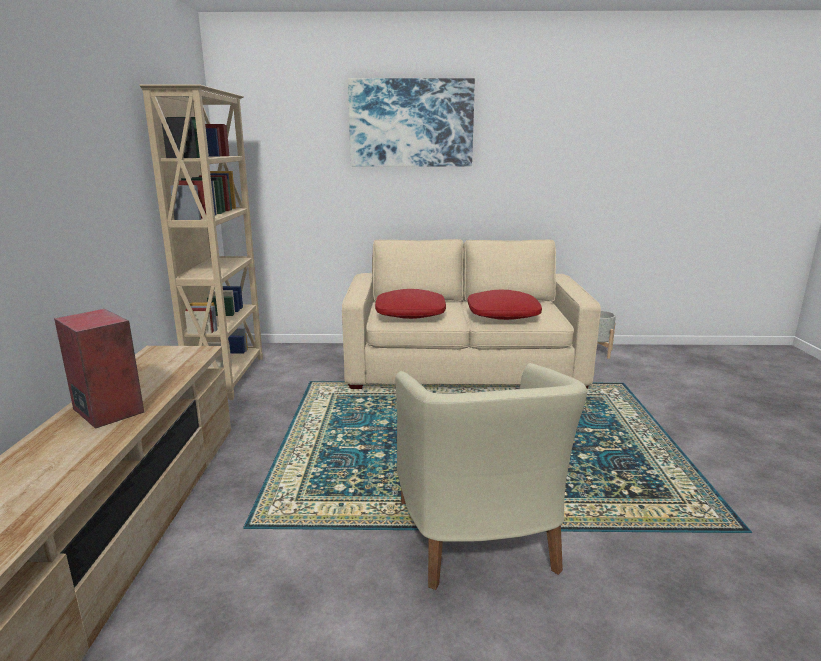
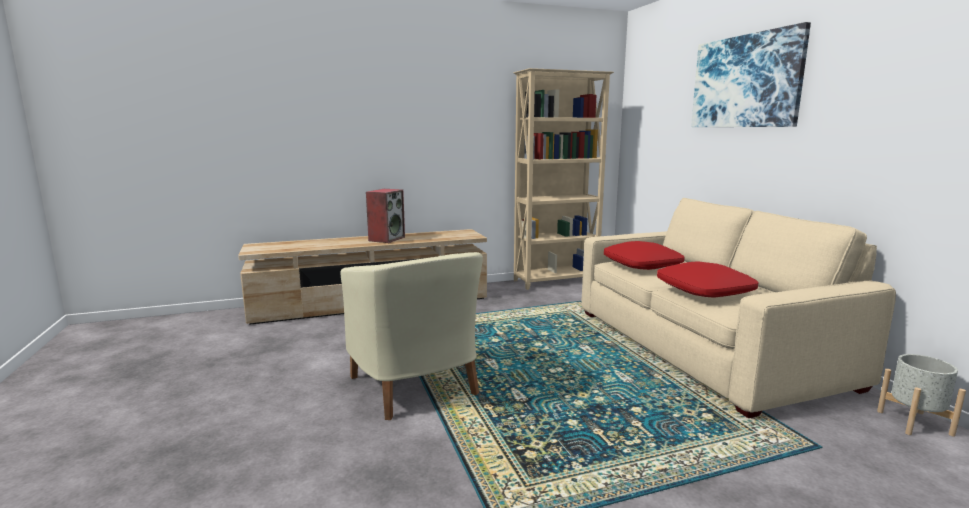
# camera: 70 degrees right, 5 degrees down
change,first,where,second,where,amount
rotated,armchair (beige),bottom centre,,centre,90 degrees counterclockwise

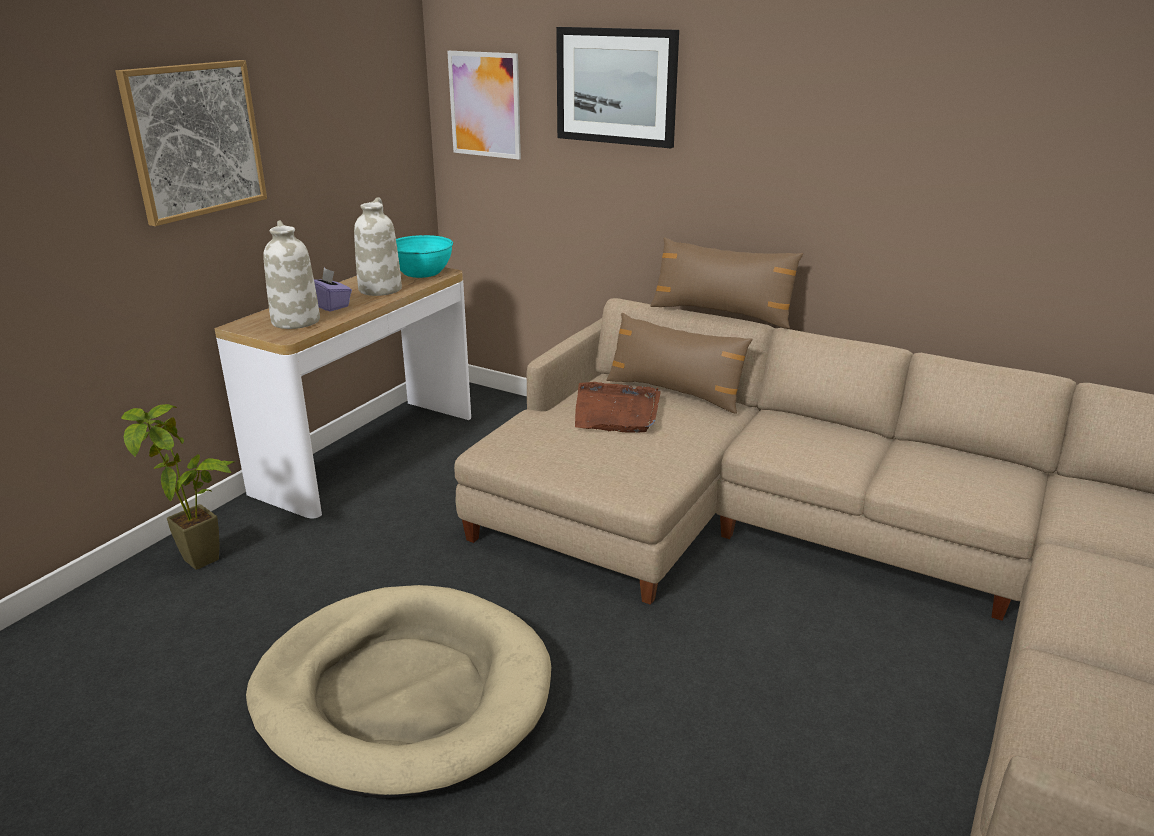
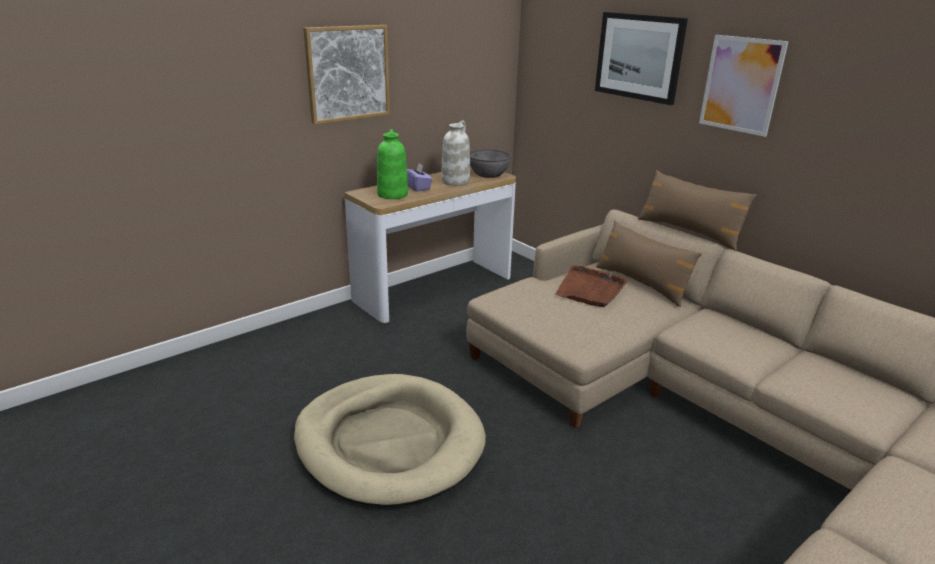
# camera: 20 degrees right, 0 degrees up
change,first,where,second,where,amount
gone,potted plant,middle left,,,
shifted,picture (no. 2 from left in the first image),top centre,picture (no. 3 from left),top right,
repainted,vase (white) (no. 1 from left),top left,vase (green),top centre,
repainted,bowl (turquoise),top centre,bowl (grey),top centre,

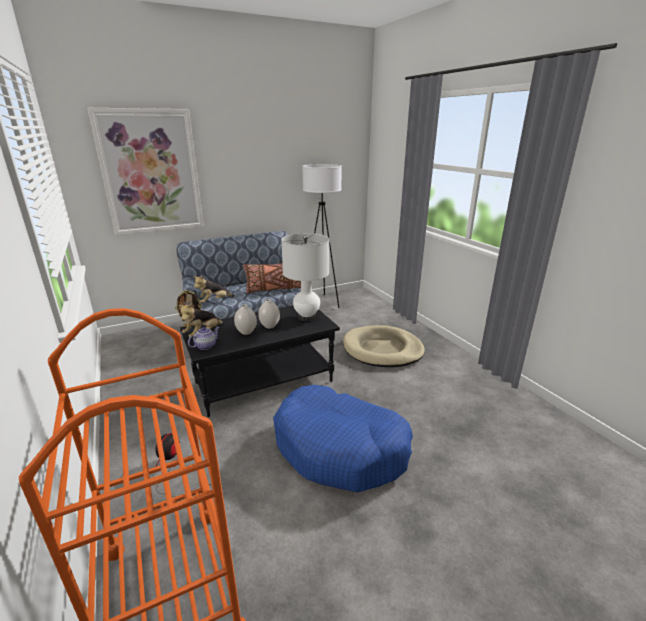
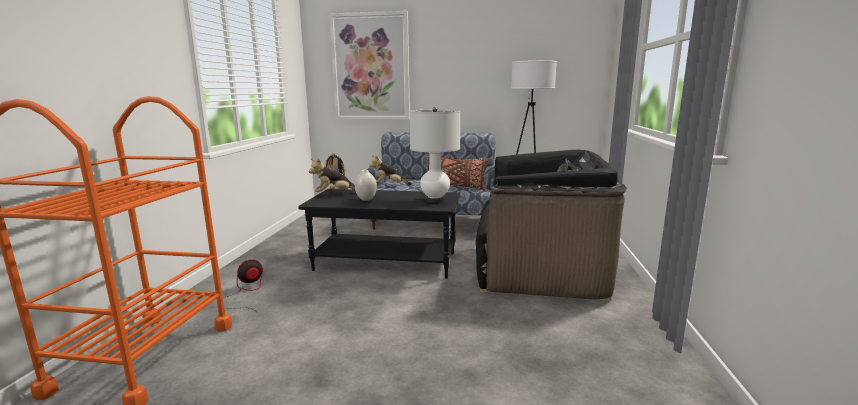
# camera: 35 degrees right, 10 degrees down
change,first,where,second,where,amount
gone,teapot,middle left,,,
gone,vase (white) (no. 2 from left),centre,,,
gone,dog bed (blue),bottom centre,,,
swapped,dog bed (beige),centre,armchair (black),centre,

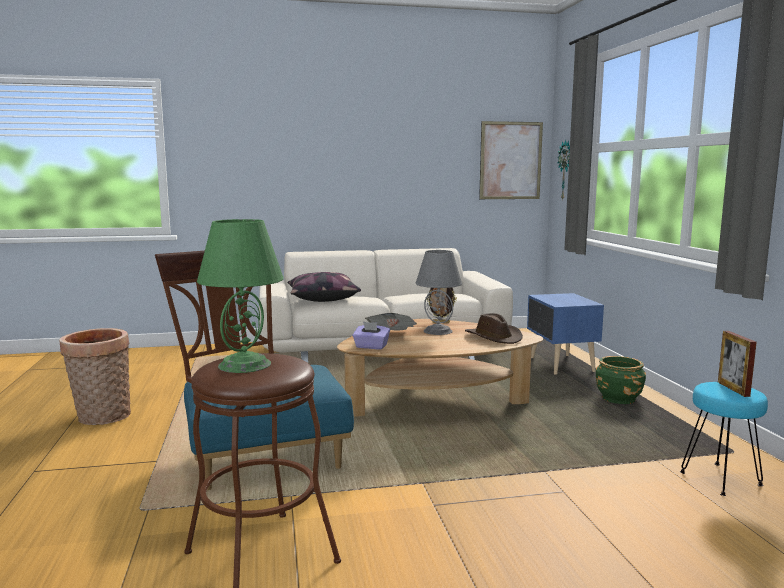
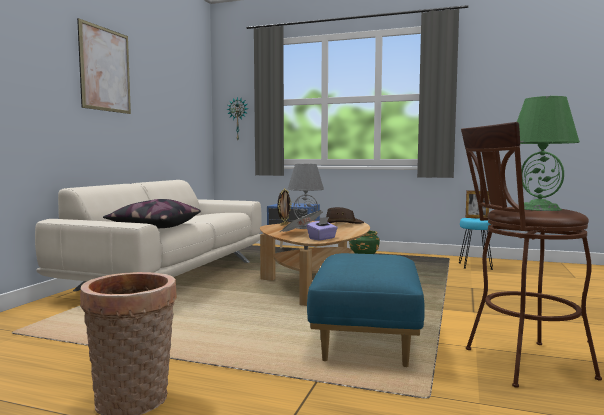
# camera: 60 degrees left, 5 degrees down
change,first,where,second,where,amount
shifted,picture,top centre,,top left,

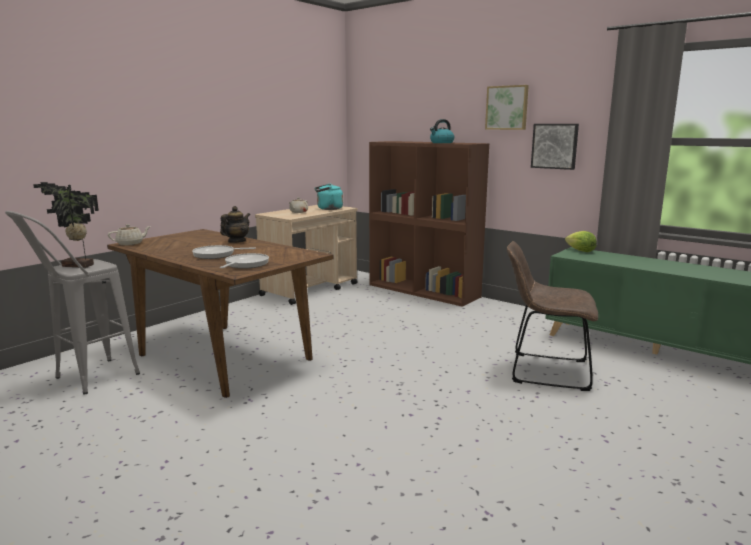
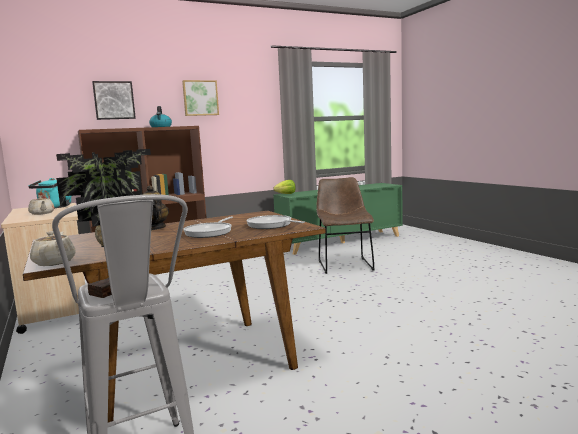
# camera: 65 degrees left, 5 degrees down
change,first,where,second,where,amount
shifted,picture (no. 2 from left in the first image),top right,picture (no. 1 from left),top left,
rotated,chair (brown),middle right,,centre,135 degrees clockwise

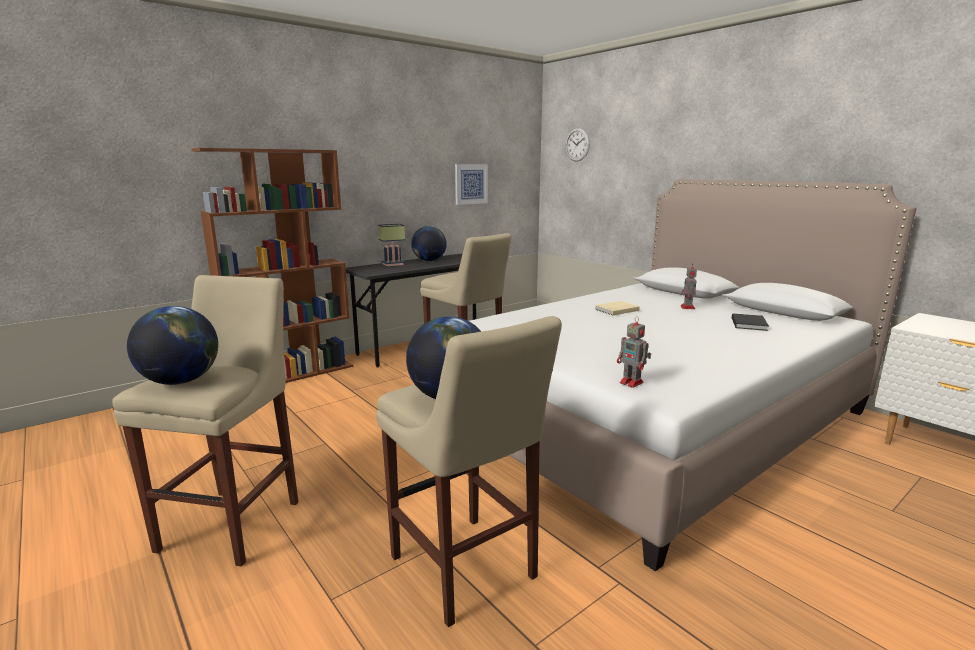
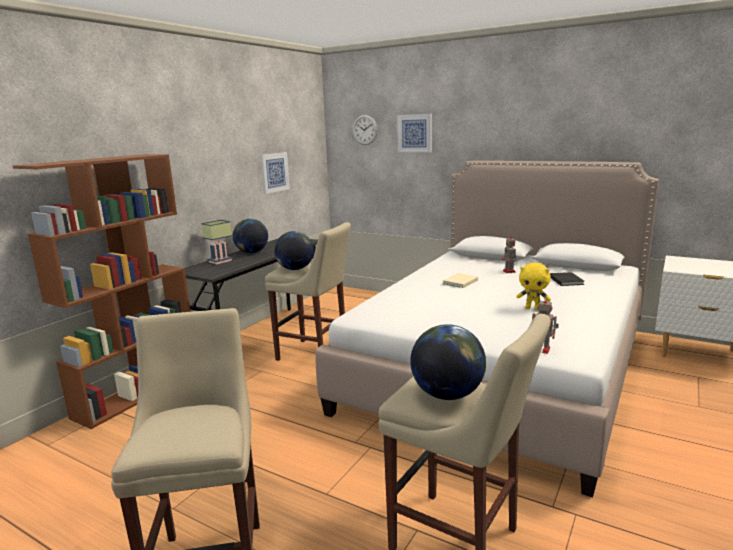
# camera: 20 degrees left, 0 degrees up
change,first,where,second,where,amount
new,,,picture (no. 2 from left),top centre,
new,,,plush toy (yellow),middle right,
shifted,globe (no. 1 from left in the first image),middle left,globe (no. 2 from left),centre,

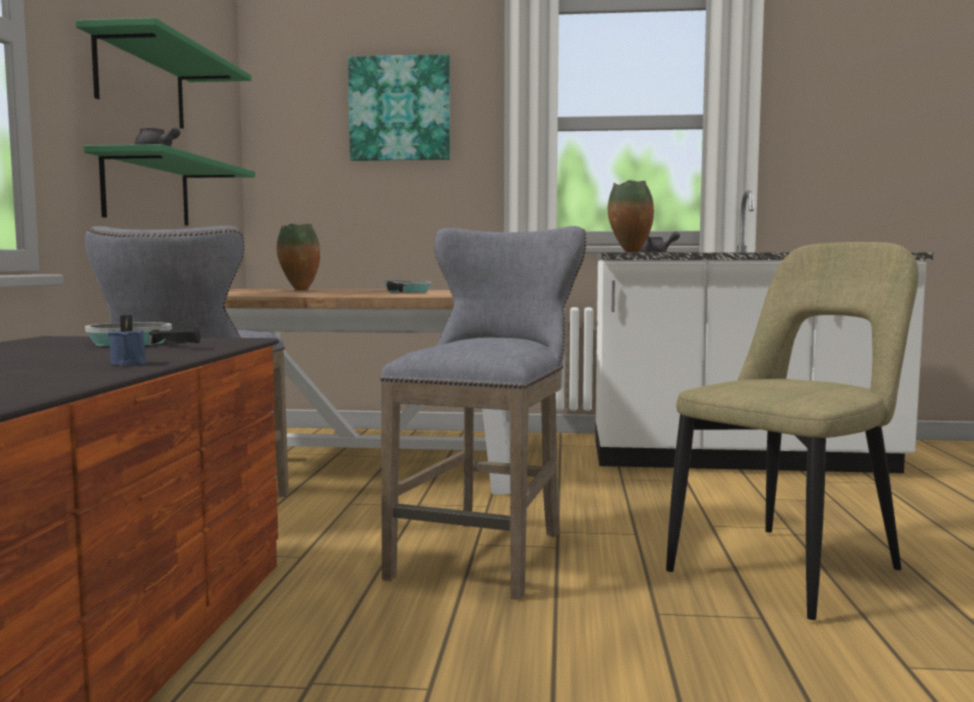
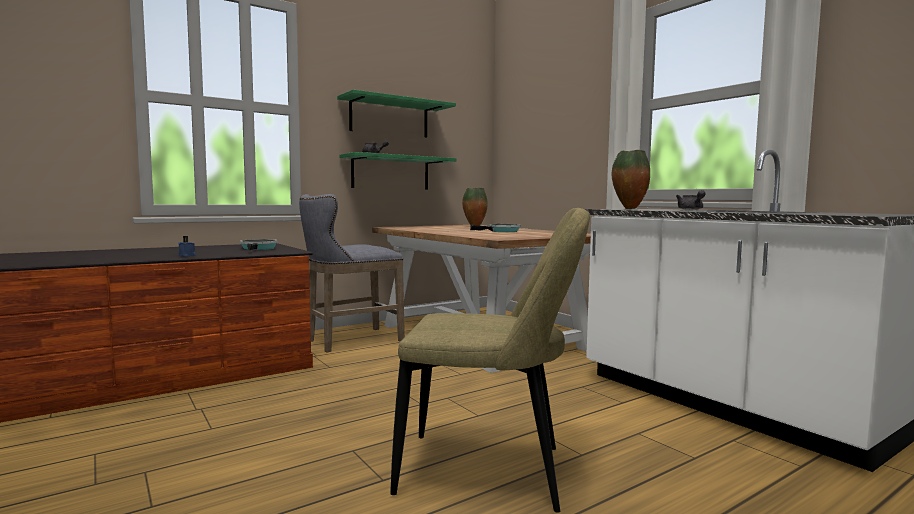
# camera: 50 degrees right, 0 degrees up
change,first,where,second,where,amount
gone,picture,top centre,,,
gone,stool (grey) (no. 2 from left),centre,,,

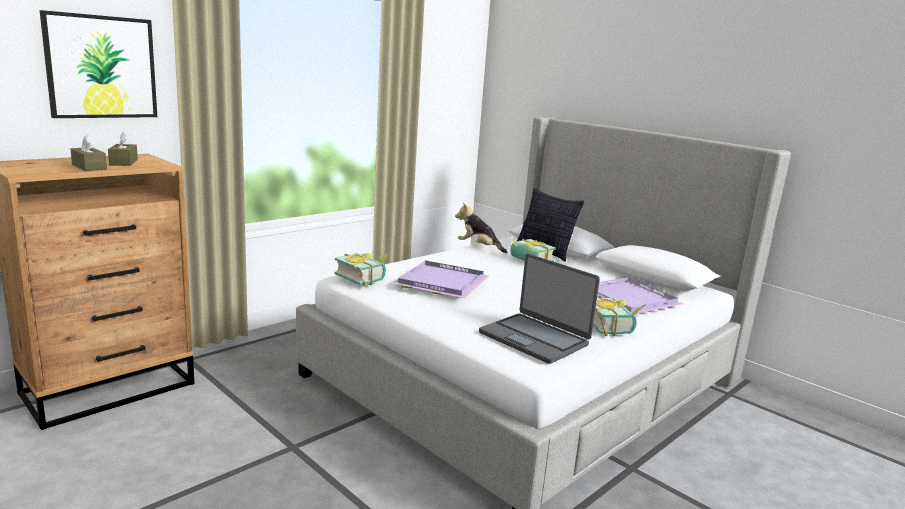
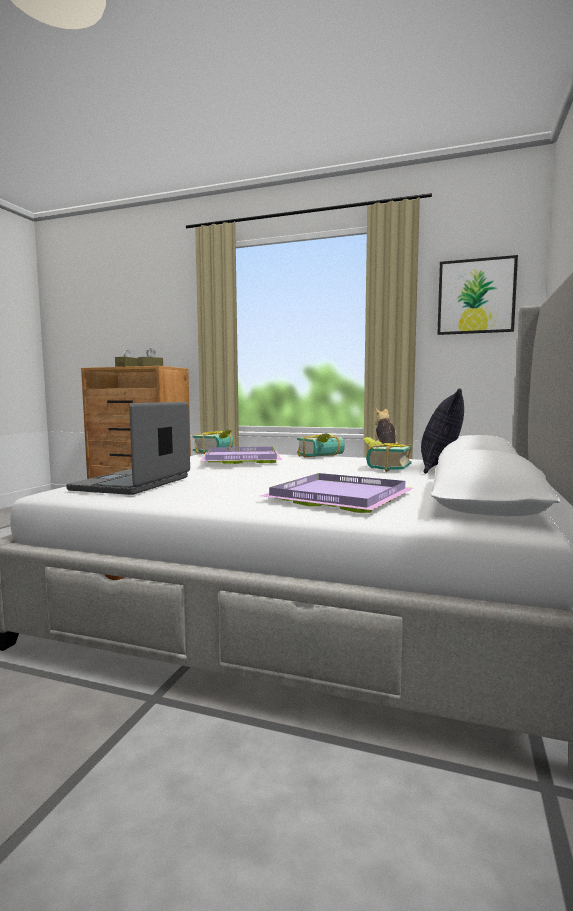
# camera: 65 degrees right, 10 degrees down
change,first,where,second,where,amount
shifted,picture,top left,,top right,
shifted,book (no. 3 from left in the first image),middle right,book (no. 2 from left),centre,

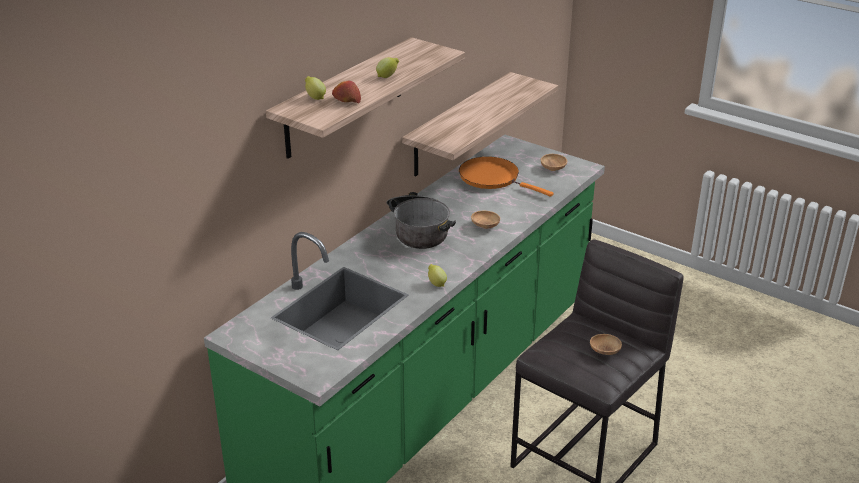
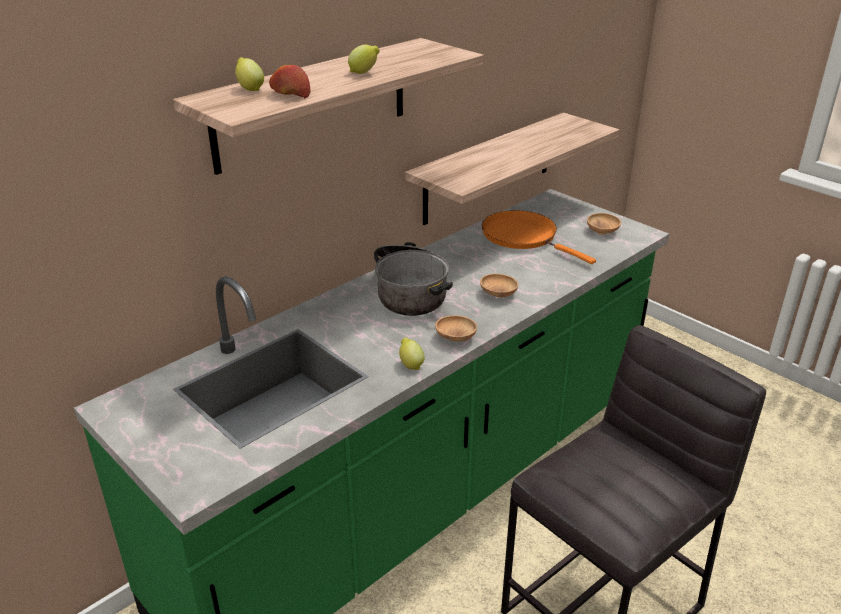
# camera: 10 degrees right, 0 degrees up
change,first,where,second,where,amount
shifted,bowl (brown) (no. 3 from left in the first image),bottom right,bowl (brown) (no. 1 from left),centre,

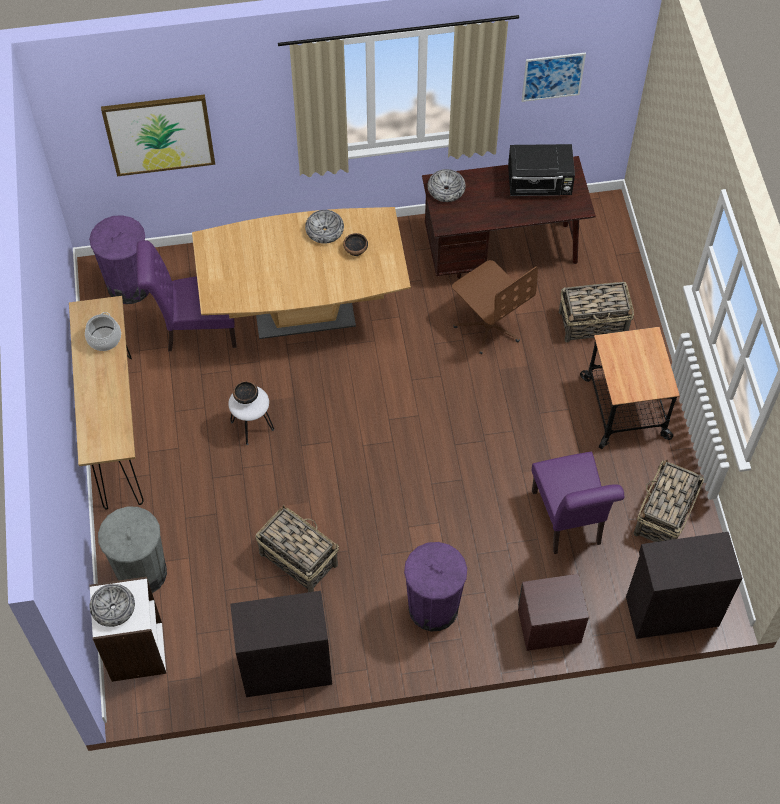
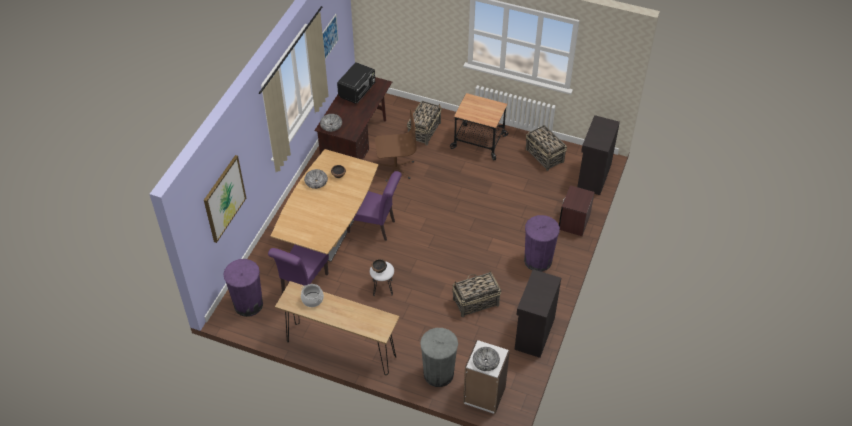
# camera: 60 degrees left, 10 degrees down
change,first,where,second,where,amount
shifted,chair (purple) (no. 2 from left),middle right,,centre,

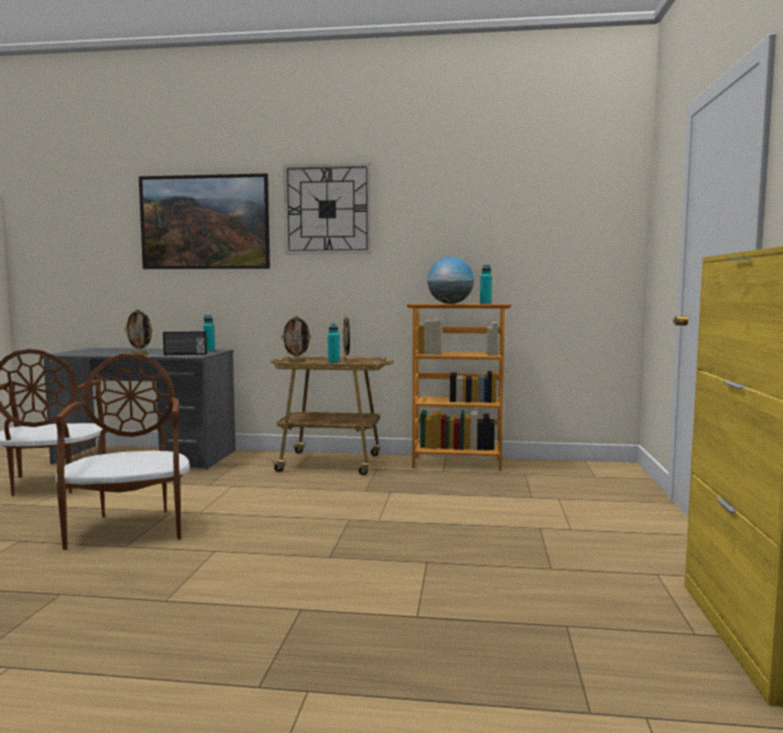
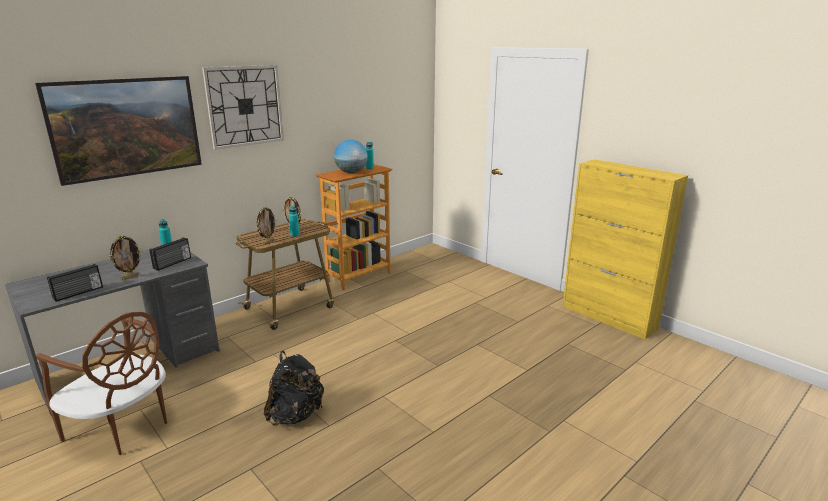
# camera: 50 degrees left, 15 degrees up
change,first,where,second,where,amount
new,,,radio (no. 1 from left),middle left,
swapped,chair (brown) (no. 2 from left),middle left,backpack (black),bottom centre,

